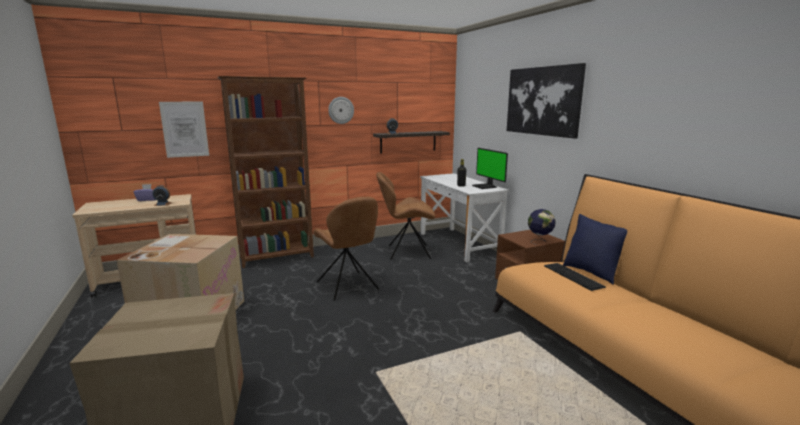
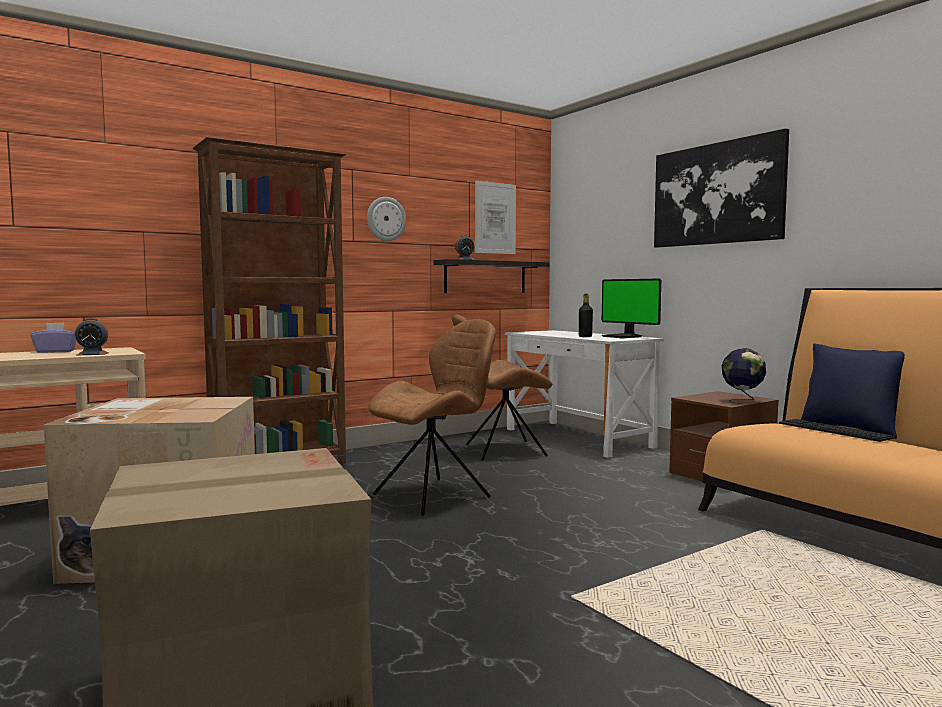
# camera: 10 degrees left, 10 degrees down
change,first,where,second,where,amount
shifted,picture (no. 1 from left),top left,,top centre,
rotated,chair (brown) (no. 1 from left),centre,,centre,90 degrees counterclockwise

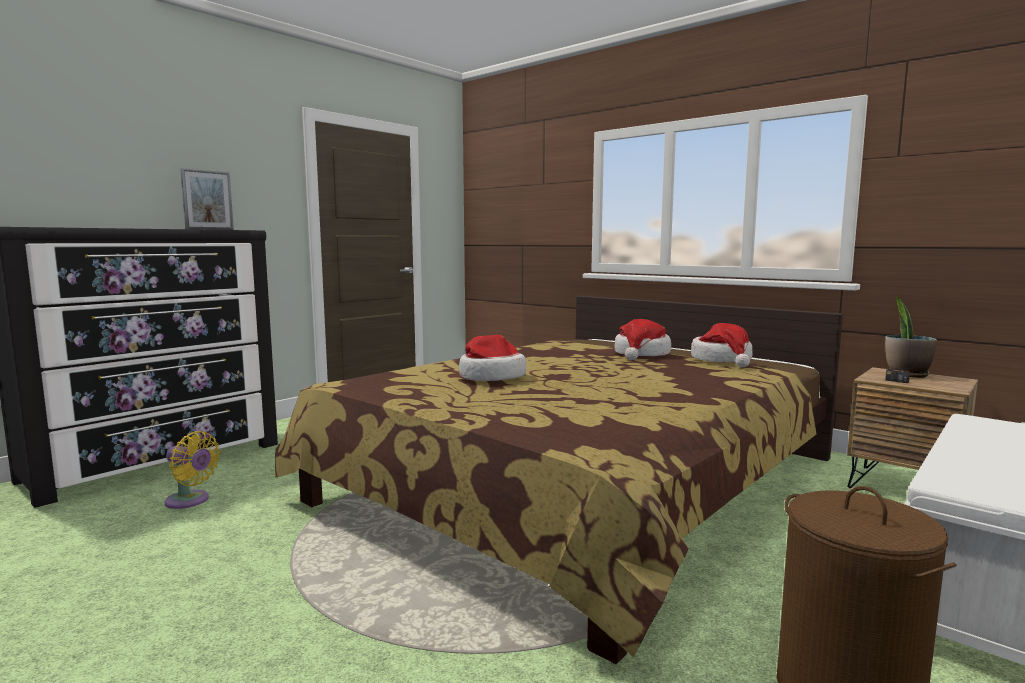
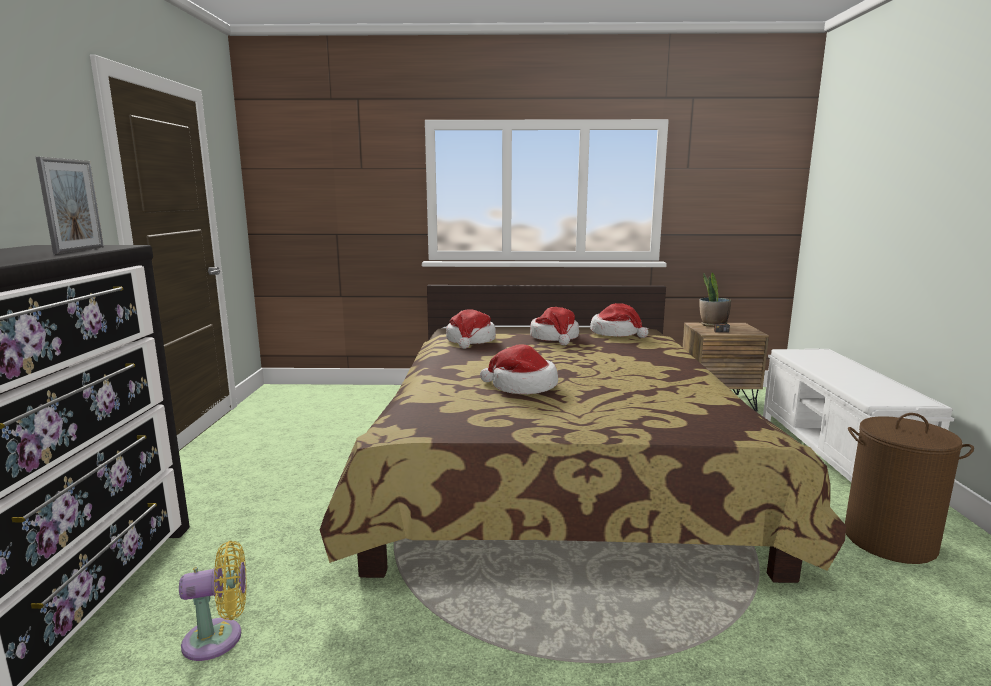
# camera: 40 degrees left, 5 degrees up
change,first,where,second,where,amount
new,,,hat (no. 1 from left),centre,

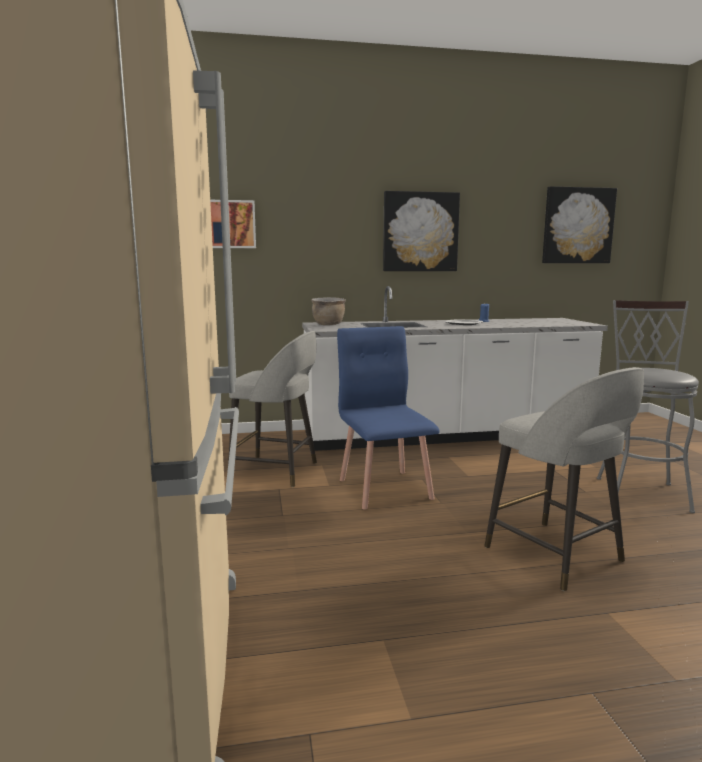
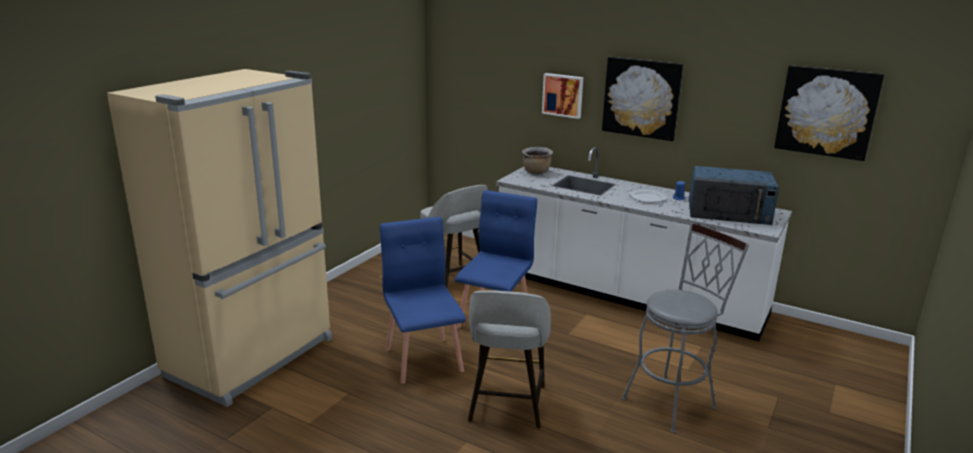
# camera: 40 degrees right, 10 degrees up
change,first,where,second,where,amount
new,,,chair (blue) (no. 1 from left),centre,
new,,,microwave (blue),middle right,
shifted,picture (no. 1 from left),top left,,top centre,

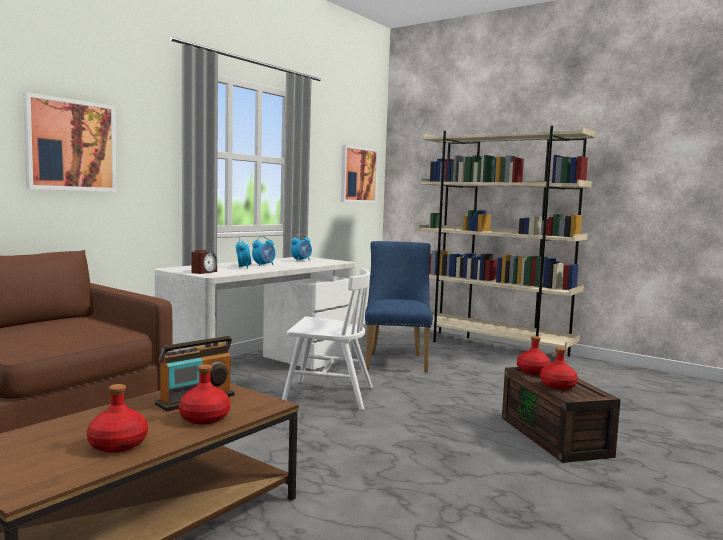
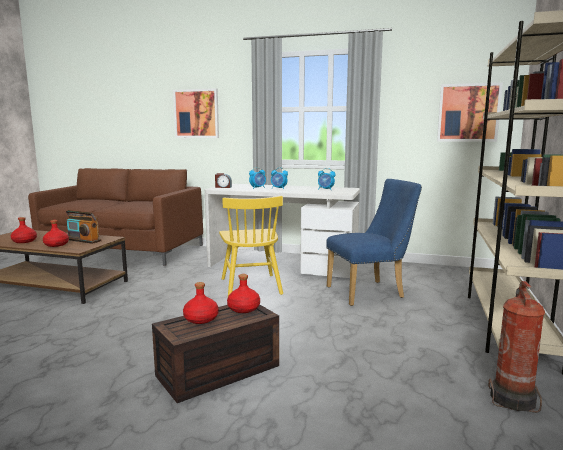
# camera: 70 degrees right, 5 degrees up
change,first,where,second,where,amount
new,,,fire extinguisher,bottom right,
repainted,chair (white),centre,chair (yellow),centre,

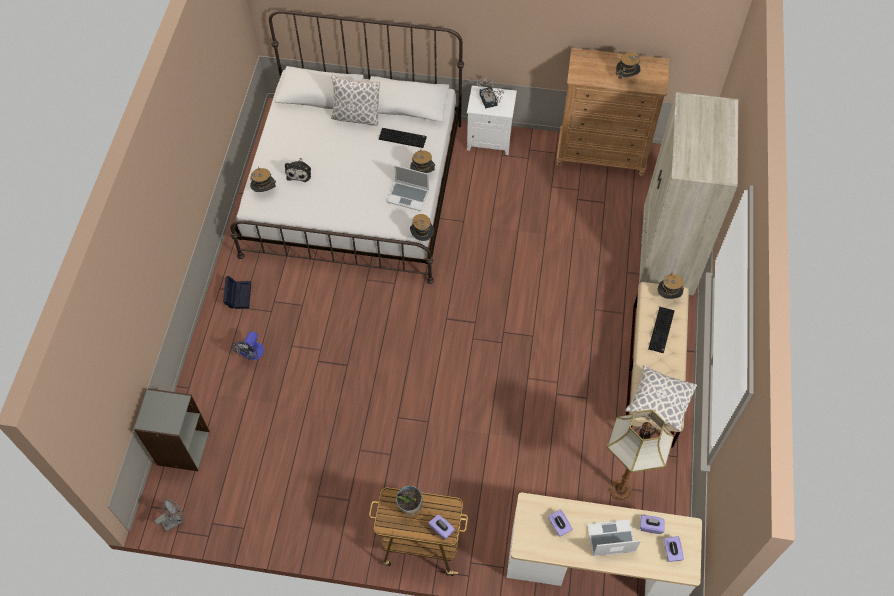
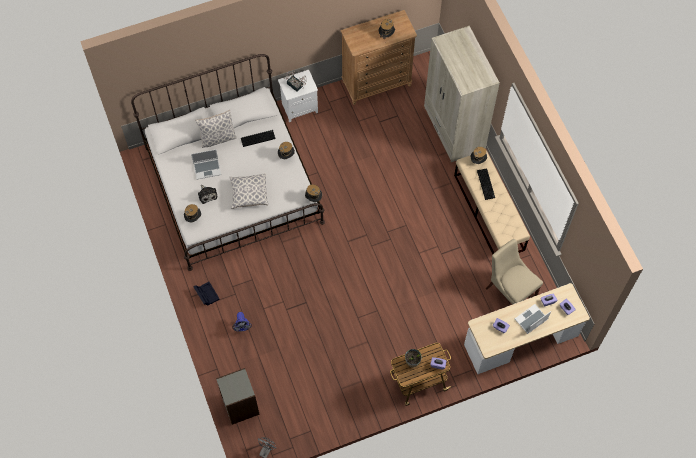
# camera: 30 degrees left, 5 degrees up
change,first,where,second,where,amount
shifted,laptop (no. 1 from left),top centre,,middle left,
shifted,pillow (no. 2 from left),bottom right,,centre,
swapped,floor lamp,bottom right,chair (beige),middle right,

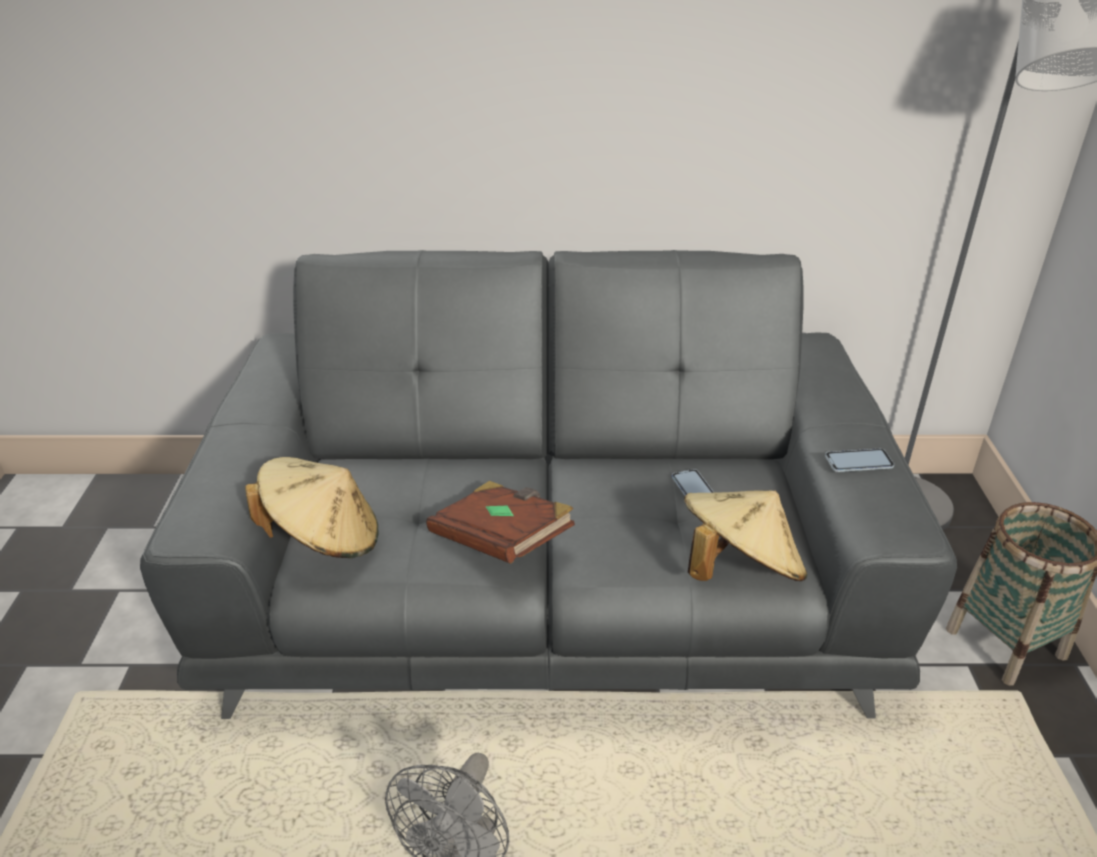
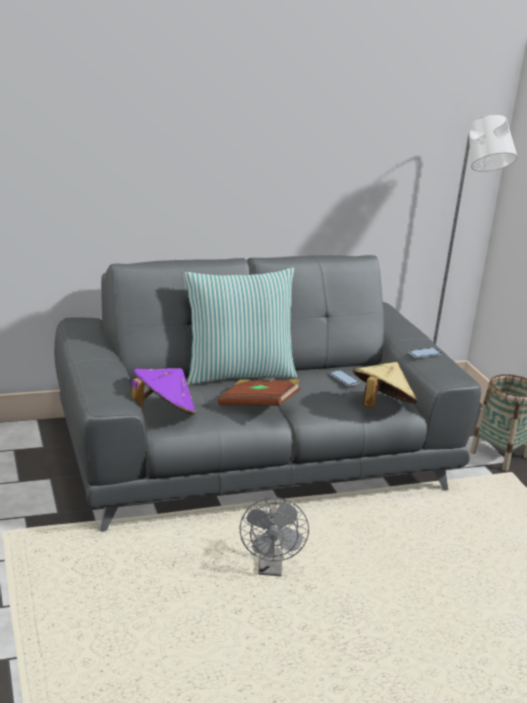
# camera: 20 degrees left, 10 degrees down
change,first,where,second,where,amount
new,,,pillow,centre,
repainted,hat (beige) (no. 1 from left),middle left,hat (purple),middle left,

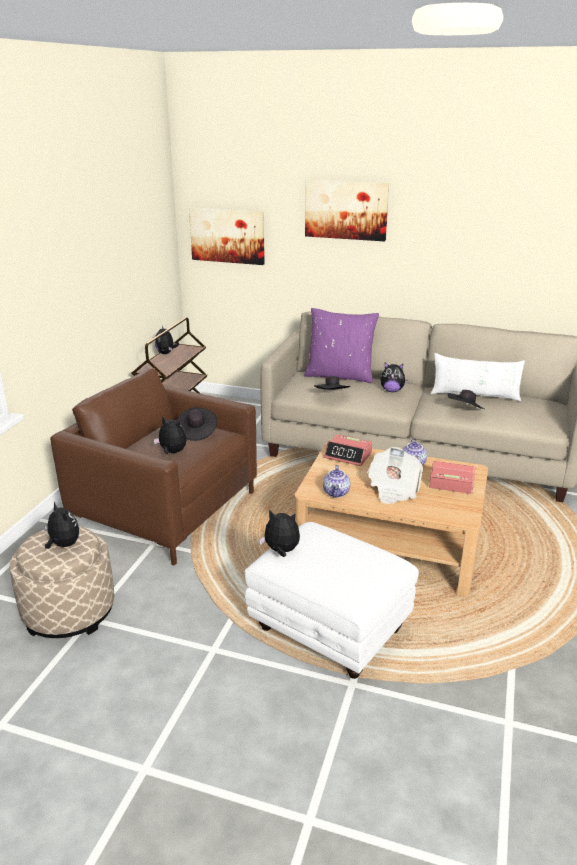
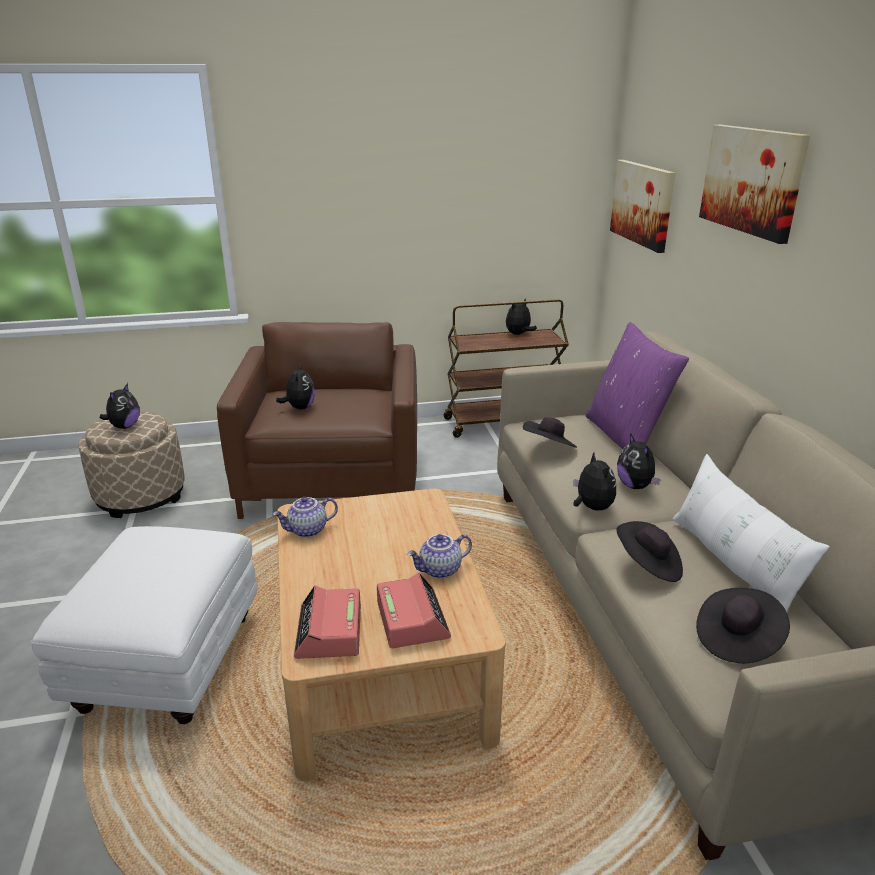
# camera: 60 degrees right, 0 degrees up
change,first,where,second,where,amount
gone,newspaper,middle right,,,
shifted,hat (black) (no. 1 from left in the first image),centre,hat (black) (no. 3 from left),bottom right,
shifted,plush toy (no. 4 from left),centre,,middle right,
shifted,alarm clock (no. 1 from left),centre,,bottom centre,

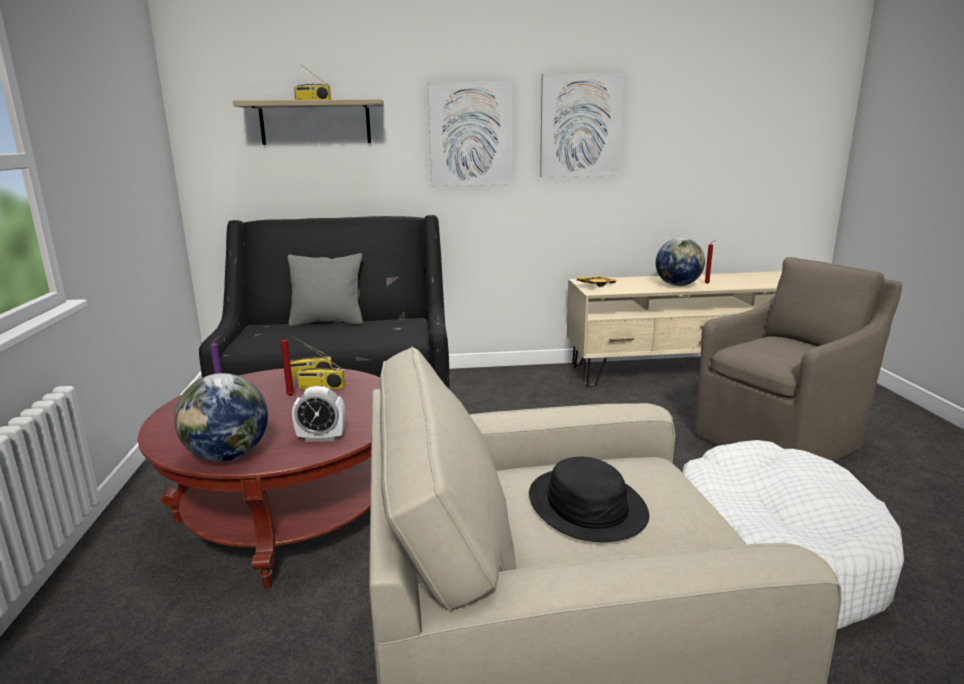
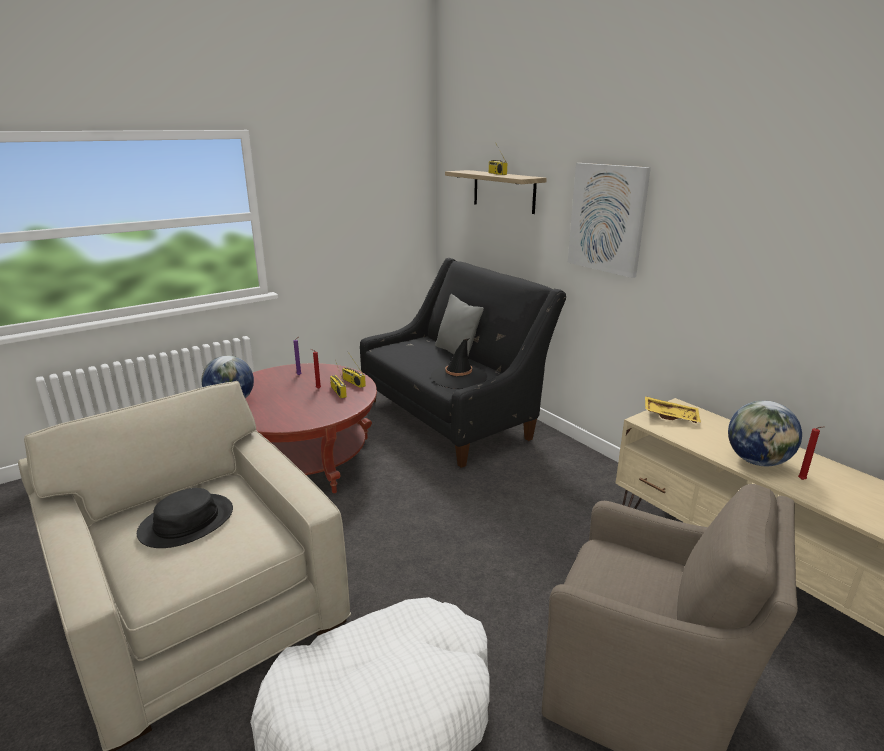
# camera: 60 degrees right, 5 degrees up
change,first,where,second,where,amount
gone,alarm clock,middle left,,,
gone,picture (no. 2 from left),top centre,,,
new,,,hat (black) (no. 2 from left),centre,

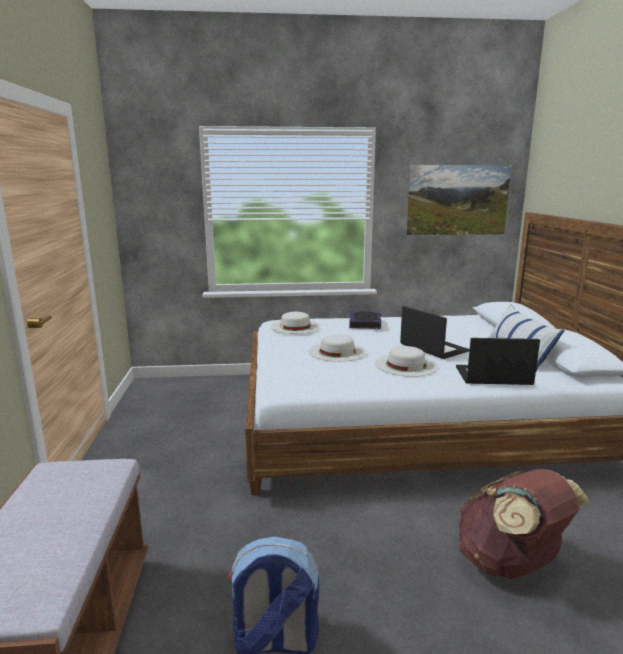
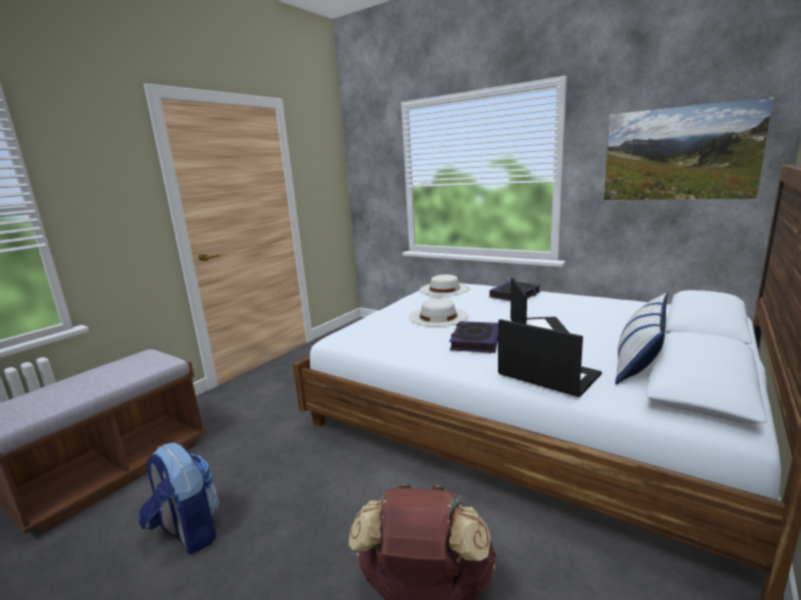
# camera: 40 degrees right, 0 degrees up
change,first,where,second,where,amount
swapped,hat (white) (no. 3 from left),centre,book (no. 1 from left),centre,

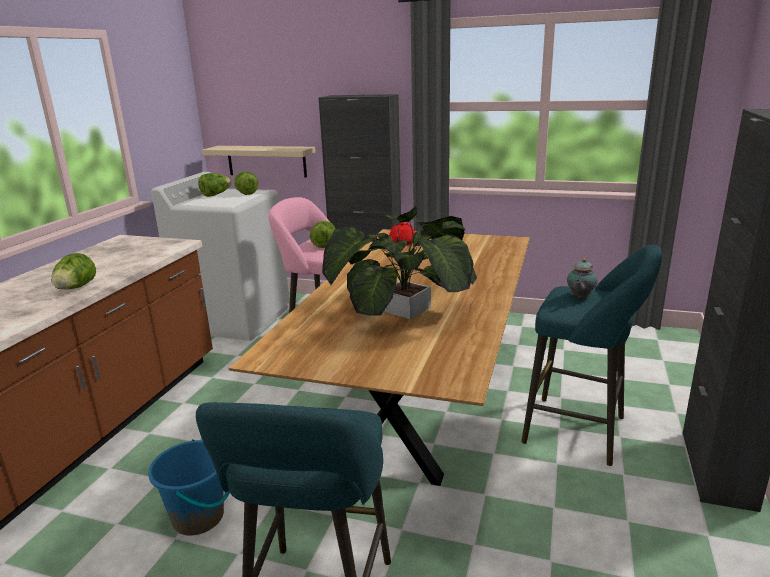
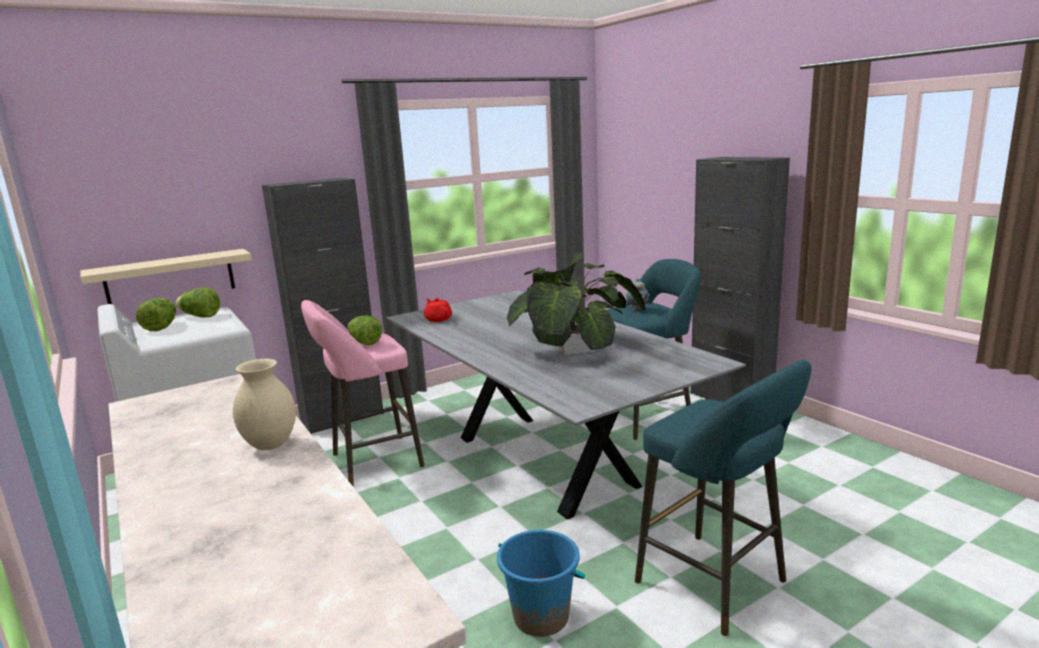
# camera: 50 degrees left, 5 degrees down
change,first,where,second,where,amount
swapped,lettuce (no. 1 from left),middle left,vase (beige),middle left,
repainted,dining table (brown),centre,dining table (grey),centre,

